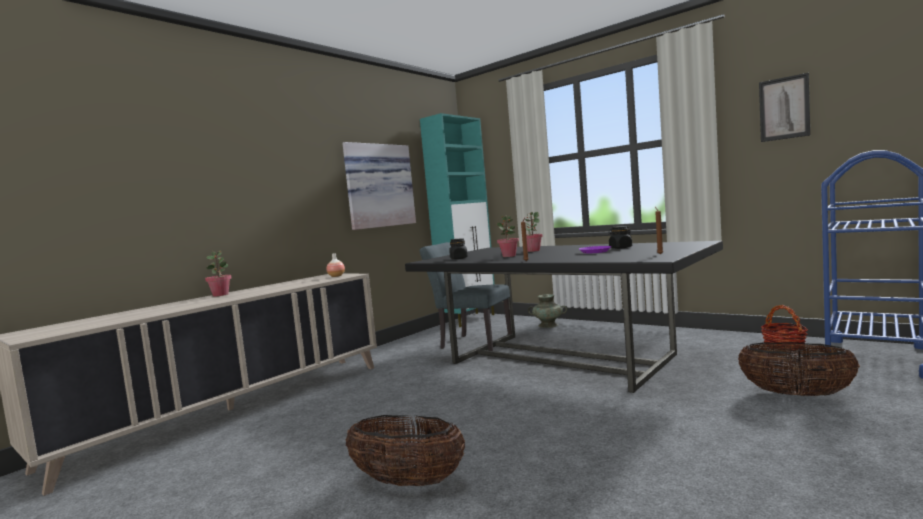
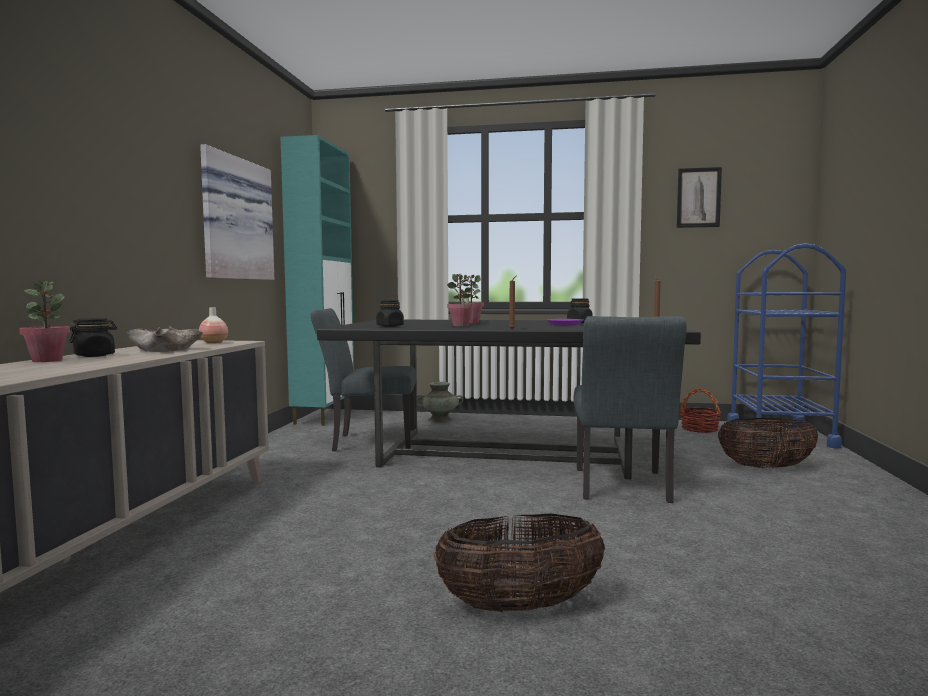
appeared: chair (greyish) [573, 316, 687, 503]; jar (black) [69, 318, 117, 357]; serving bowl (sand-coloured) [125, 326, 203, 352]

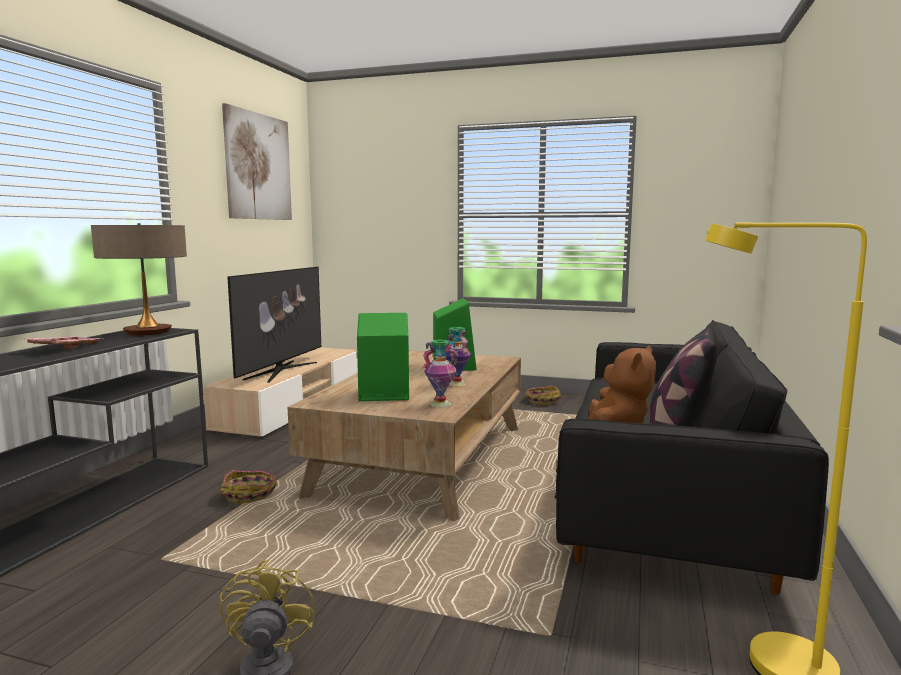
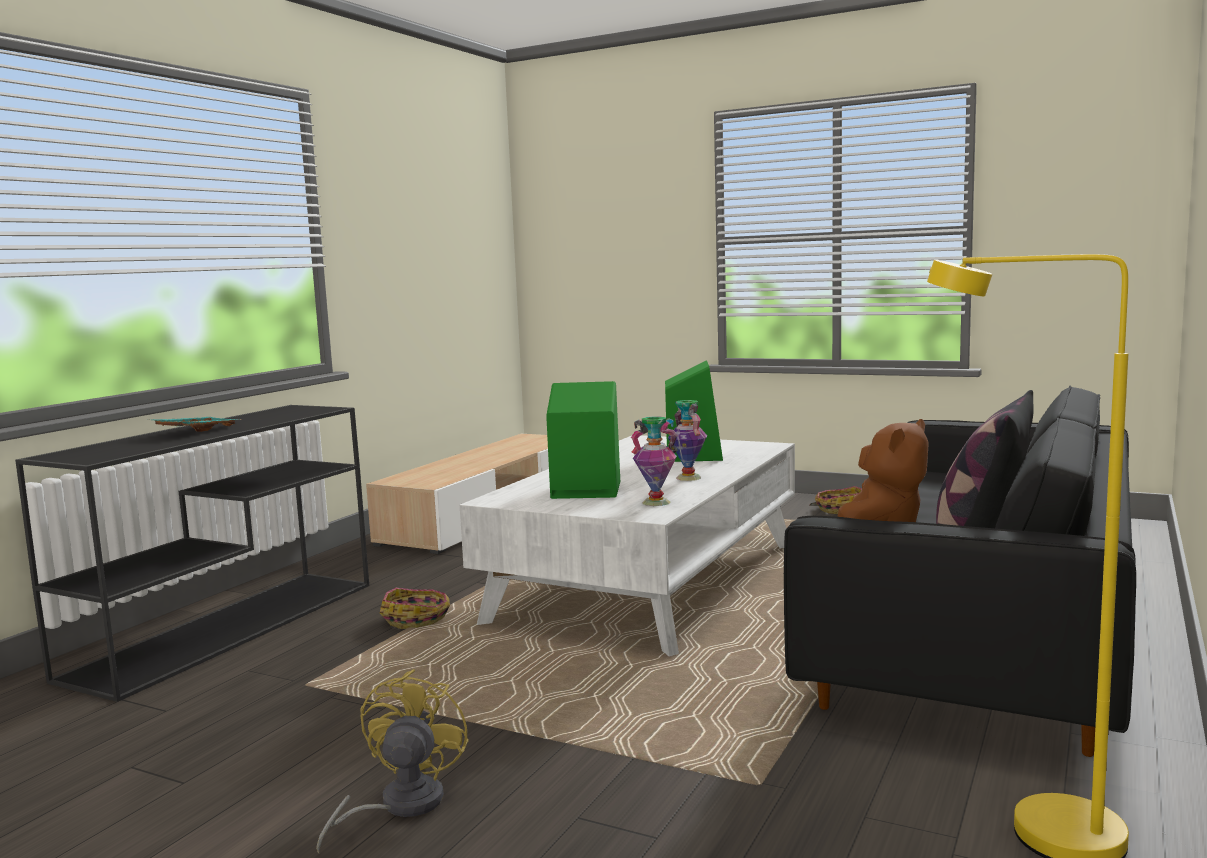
missing: wall art [222, 103, 292, 220]; table lamp [91, 223, 187, 335]; television [227, 267, 321, 382]
colour: carrying tray (pink) [25, 336, 102, 349] to carrying tray (blue-green) [148, 417, 242, 432]; lounge table (brown-coloured) [287, 350, 521, 521] to lounge table (whitish) [459, 435, 795, 657]

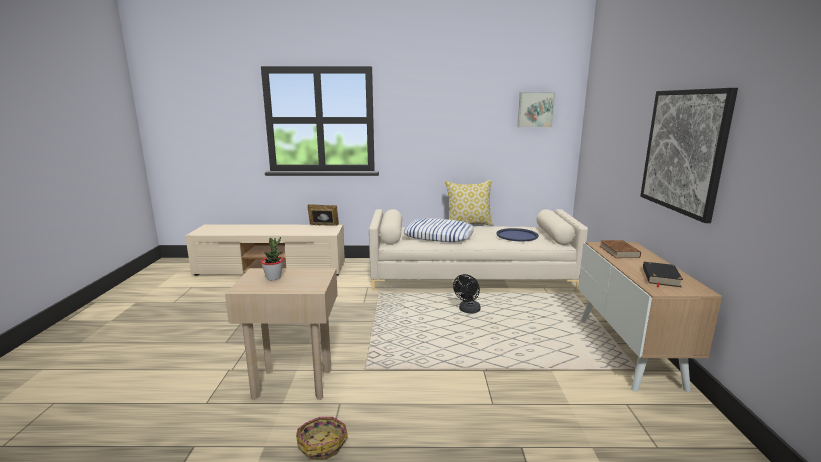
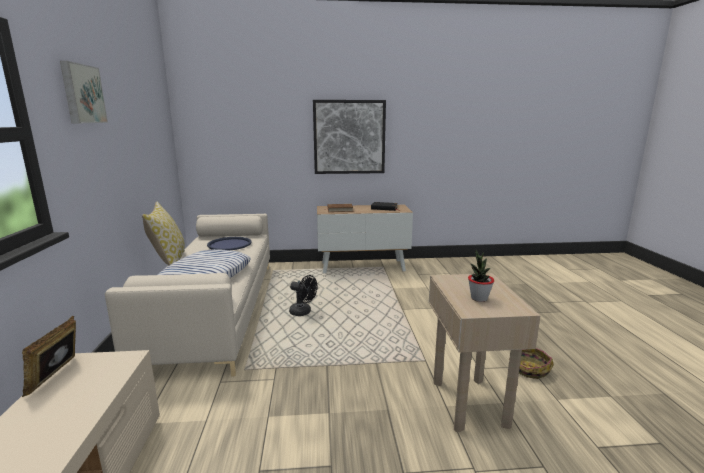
relocated: wall art [517, 92, 555, 127] to [60, 61, 108, 123]

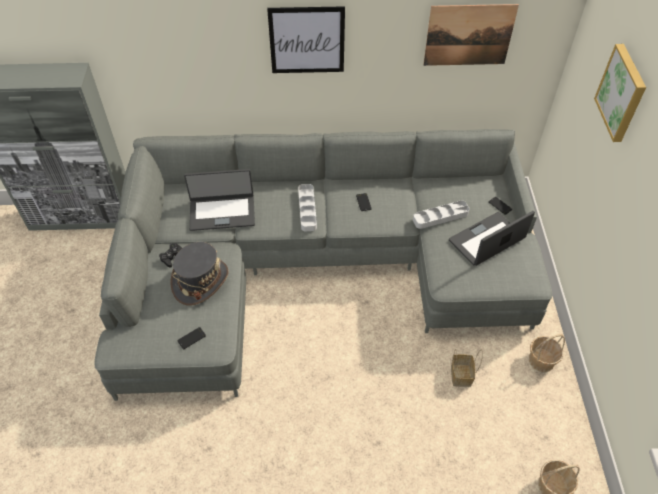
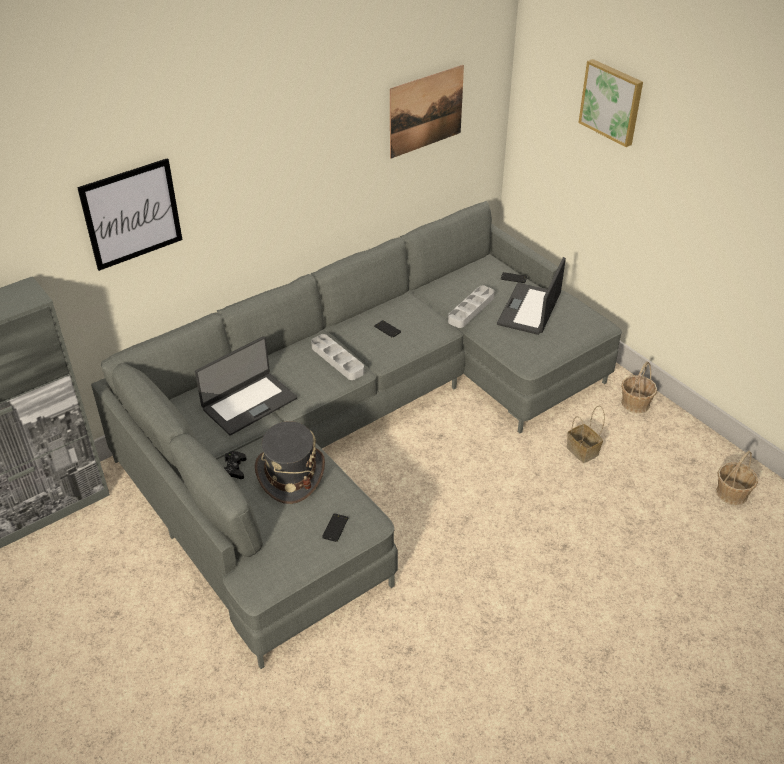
relocated: wall art [267, 6, 345, 73] to [77, 158, 182, 271]

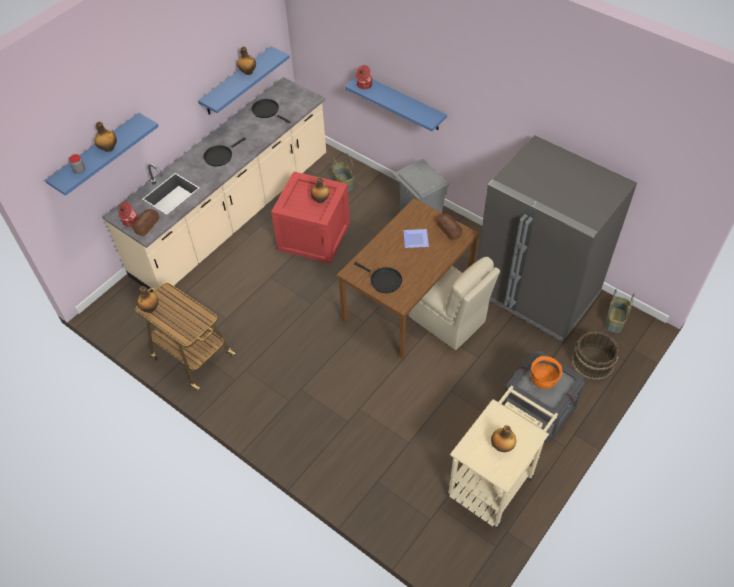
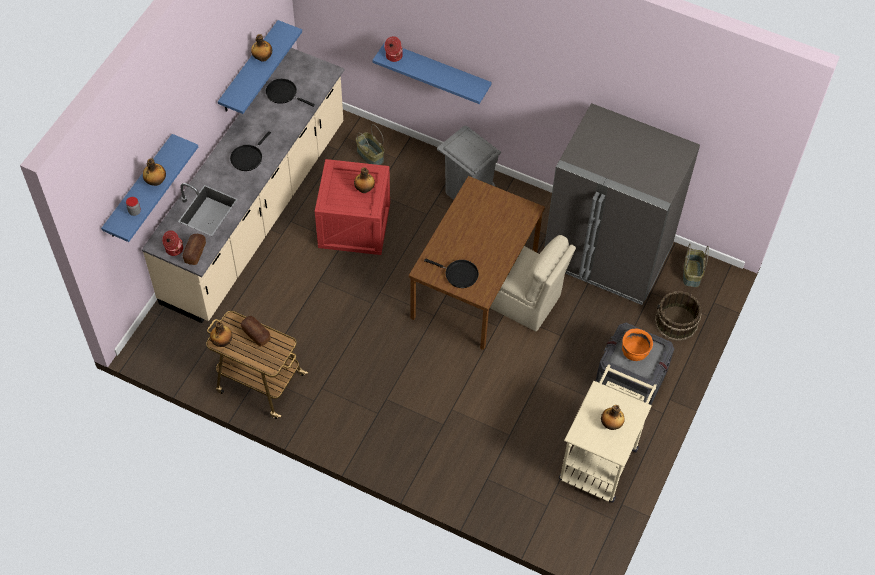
missing: plate [403, 229, 429, 248]
relocated: baked bread [437, 213, 462, 240] to [241, 316, 270, 346]

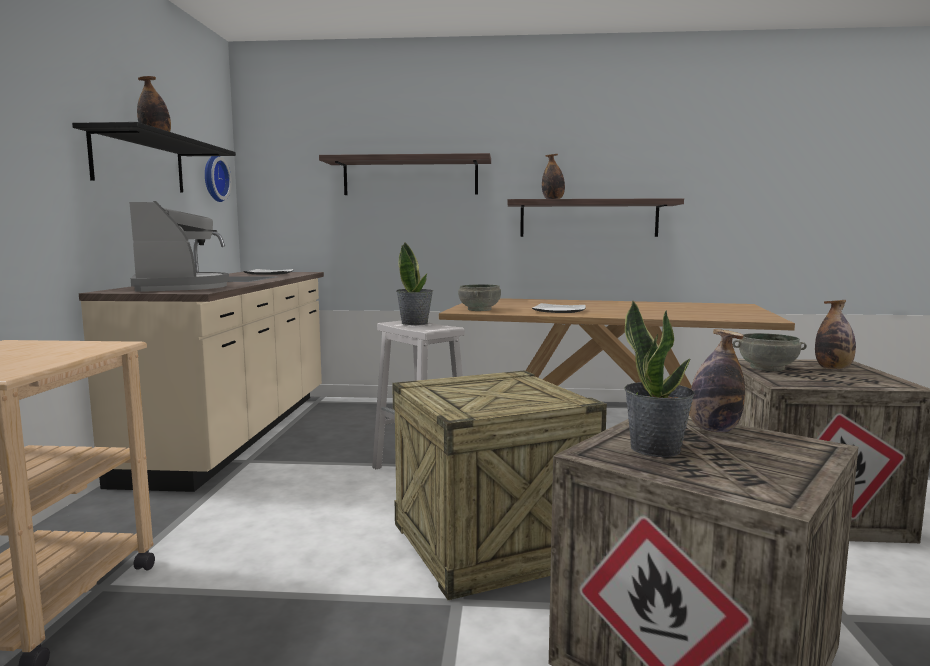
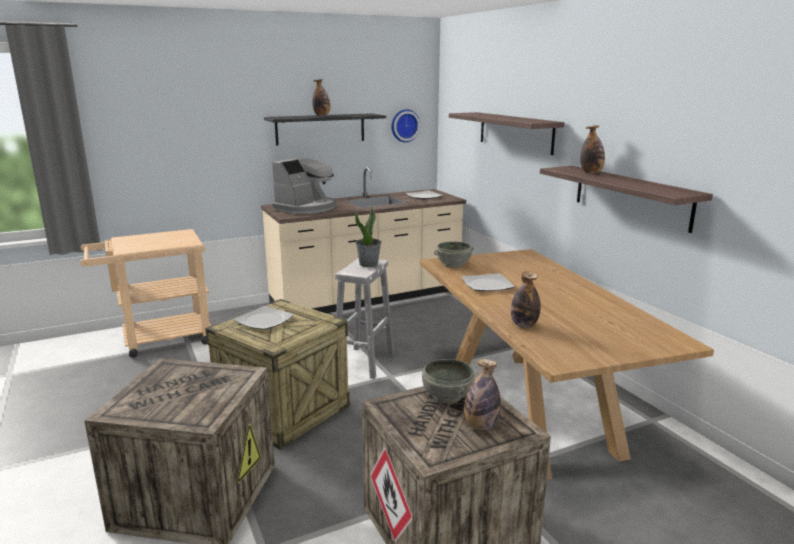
missing: houseplant [624, 300, 695, 457]
appeared: plate [234, 306, 294, 330]
relocated: drink bottle [689, 329, 745, 433] to [511, 271, 541, 328]

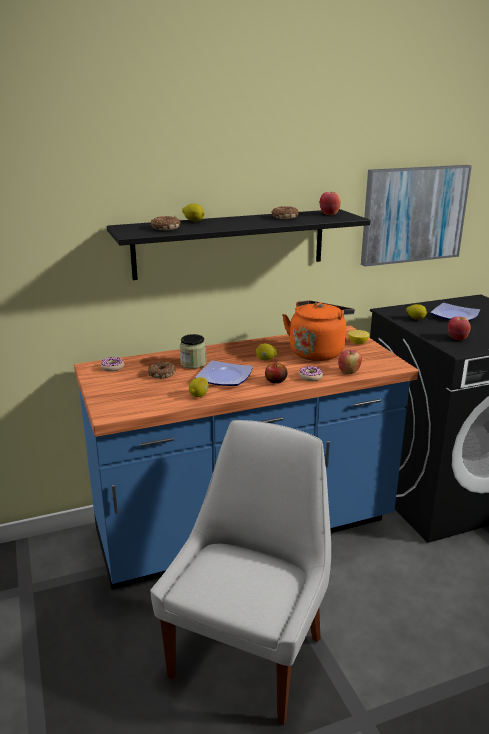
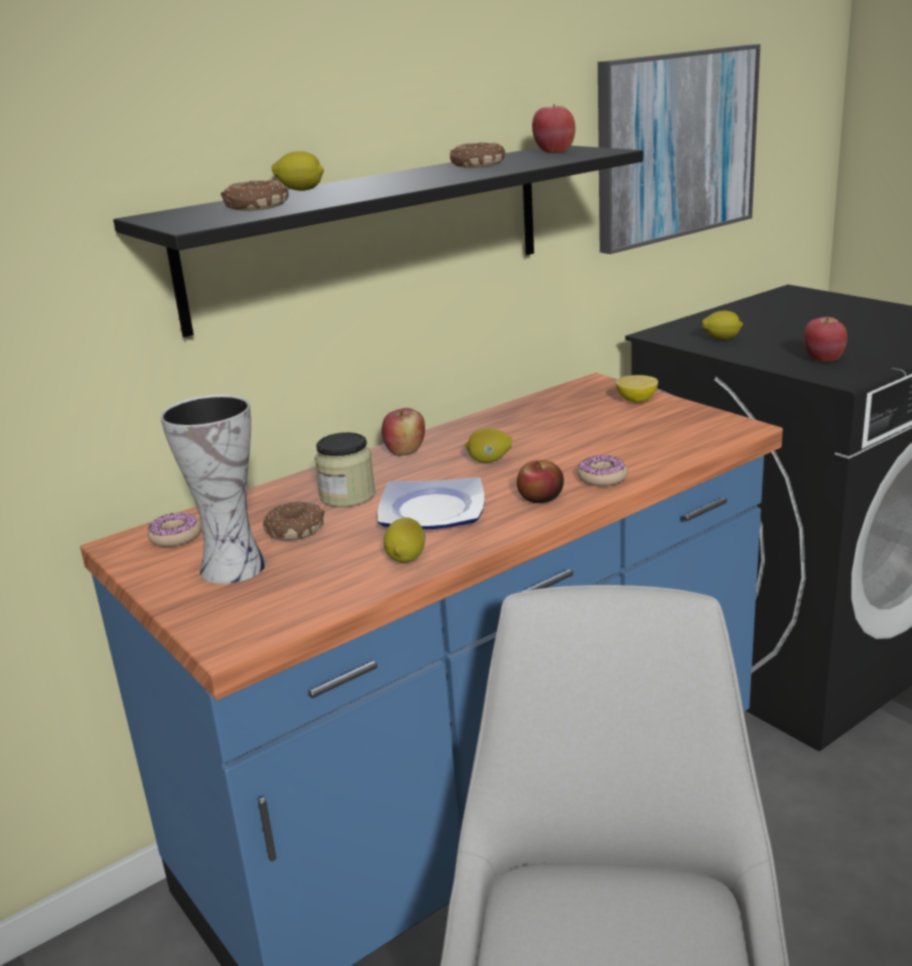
missing: tea kettle (orangey) [282, 300, 355, 361]; plate [430, 303, 480, 321]
appeared: decorative vase [160, 394, 266, 584]
relocated: whole apple [338, 350, 362, 374] to [382, 408, 425, 456]

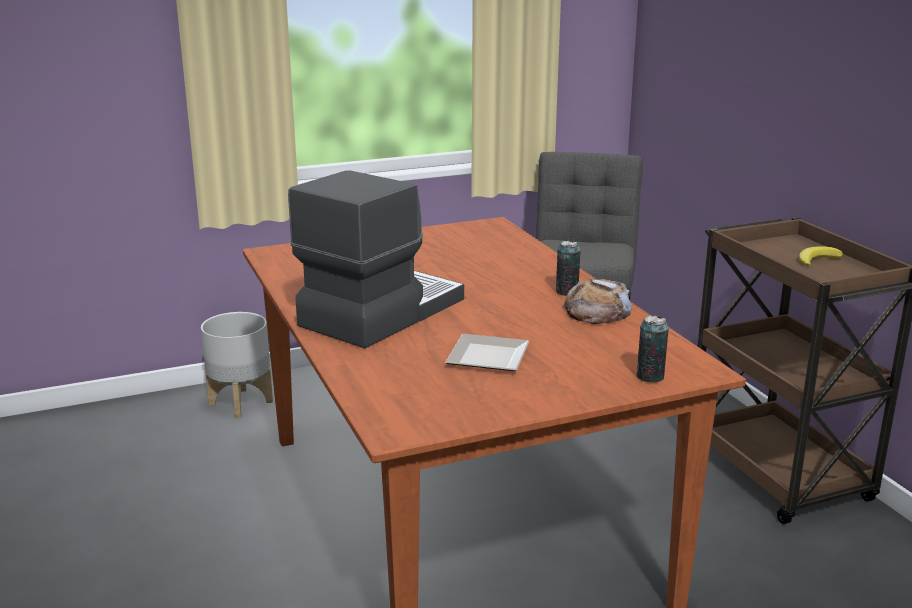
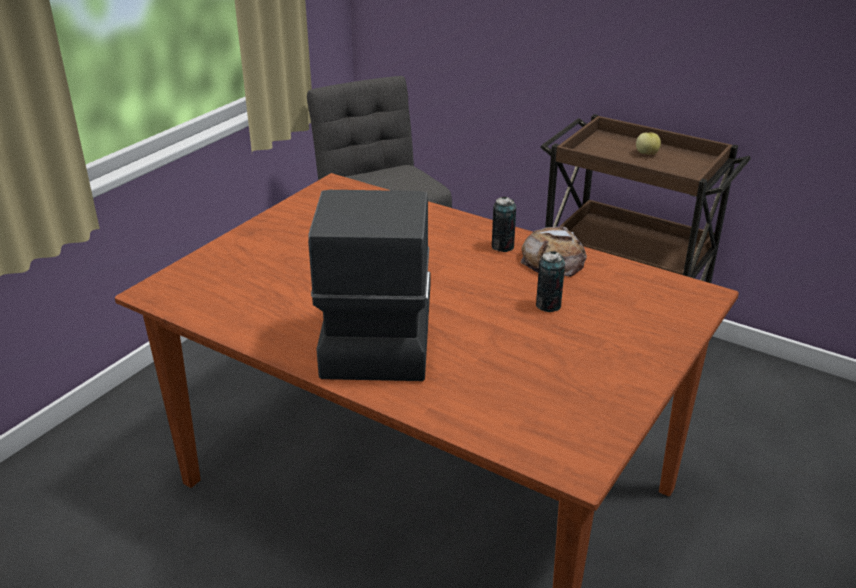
missing: flower pot (greyish) [201, 312, 273, 418]; plate [445, 334, 529, 371]
relocated: metal can [636, 316, 669, 382] to [536, 251, 565, 312]
exchanged: banana [799, 246, 843, 267] to whole apple [636, 132, 661, 155]

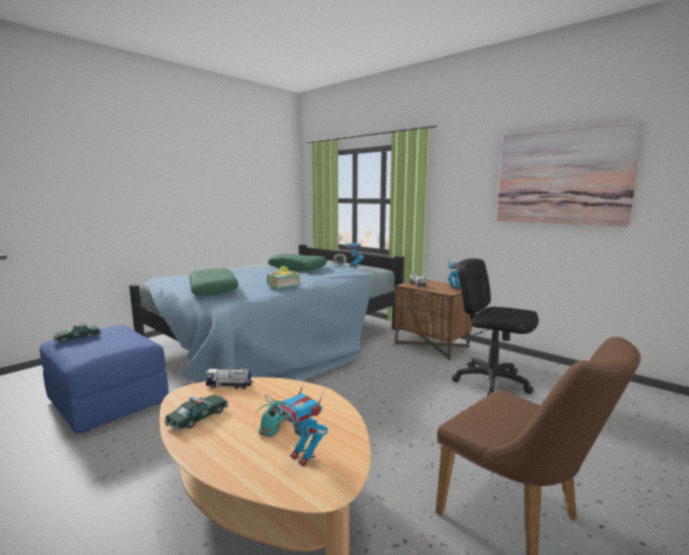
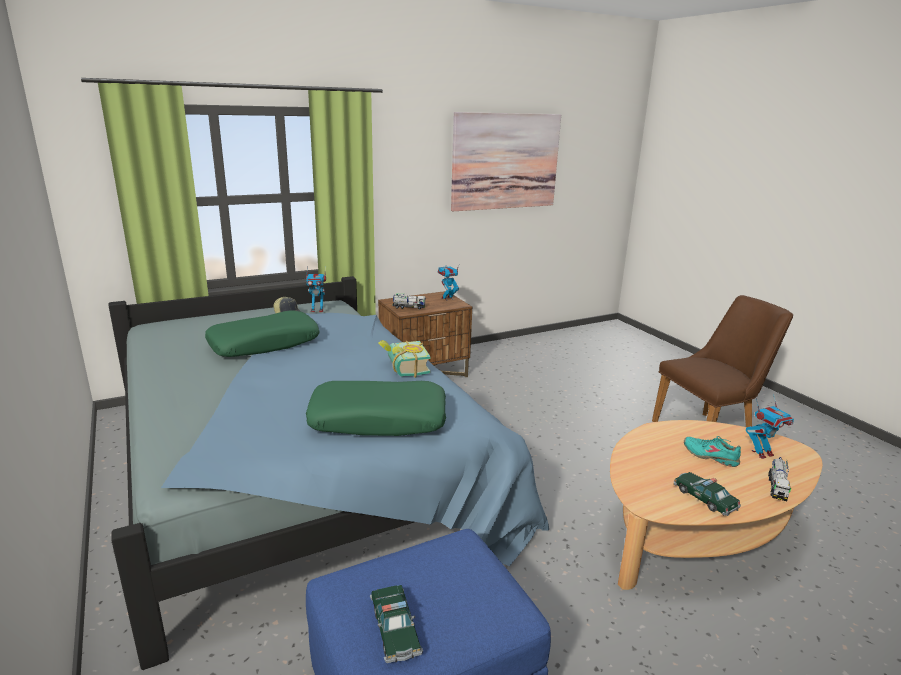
missing: computer chair (black) [451, 258, 539, 396]
relocated: toy truck [206, 367, 253, 389] to [768, 457, 791, 501]

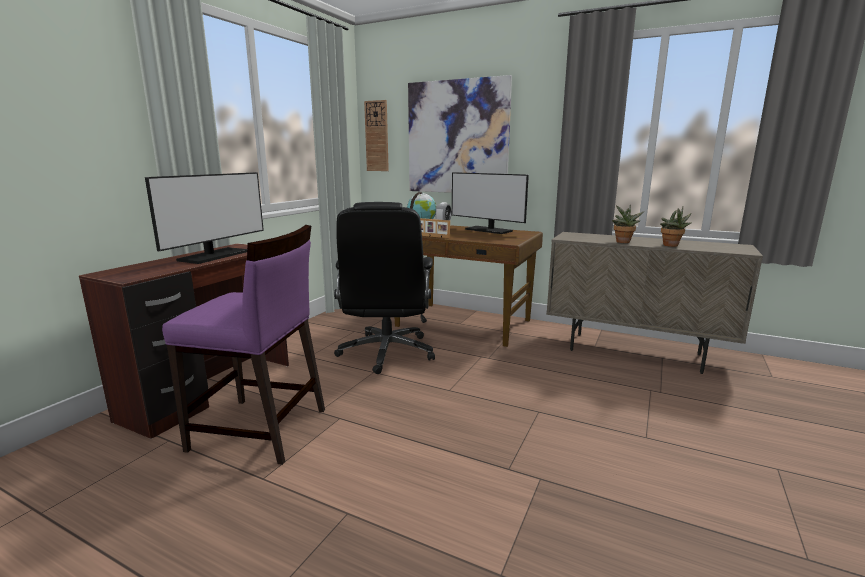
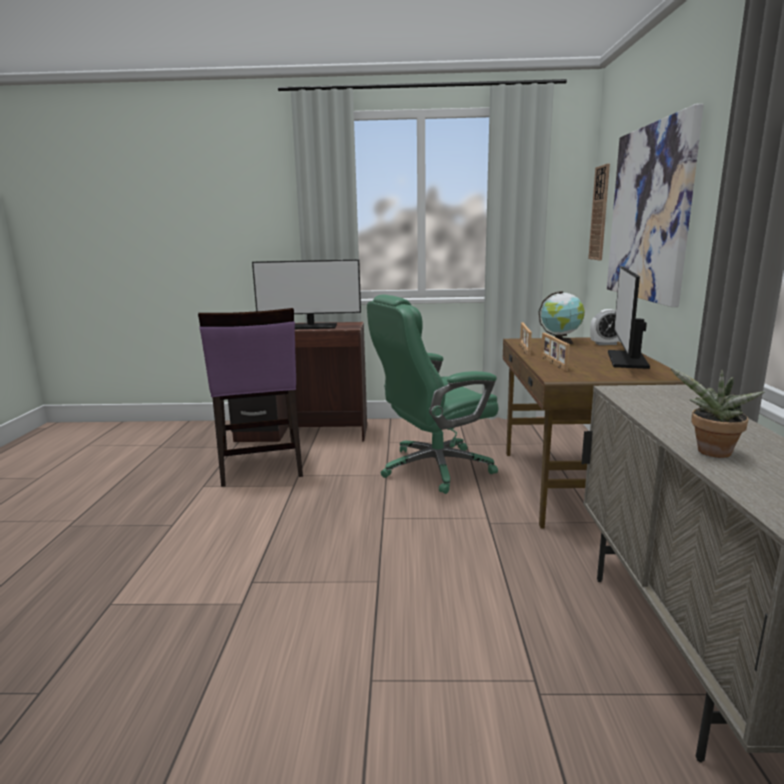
missing: houseplant [612, 205, 644, 243]
appeared: picture frame [541, 333, 570, 371]
colour: computer chair (black) [334, 202, 435, 374] to computer chair (green) [367, 295, 499, 494]

